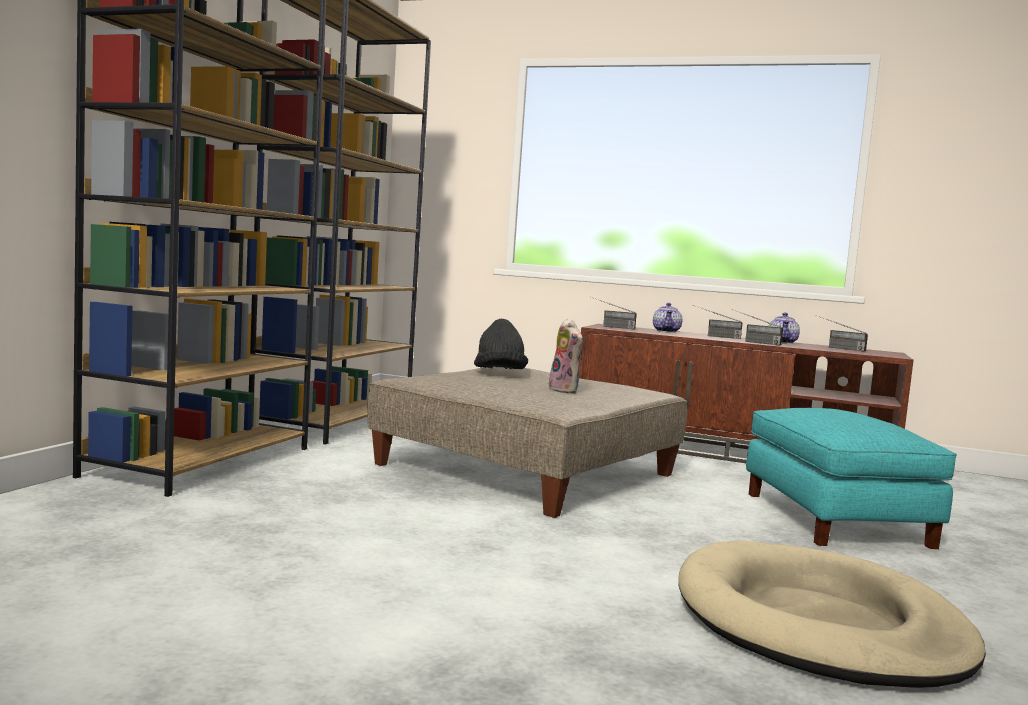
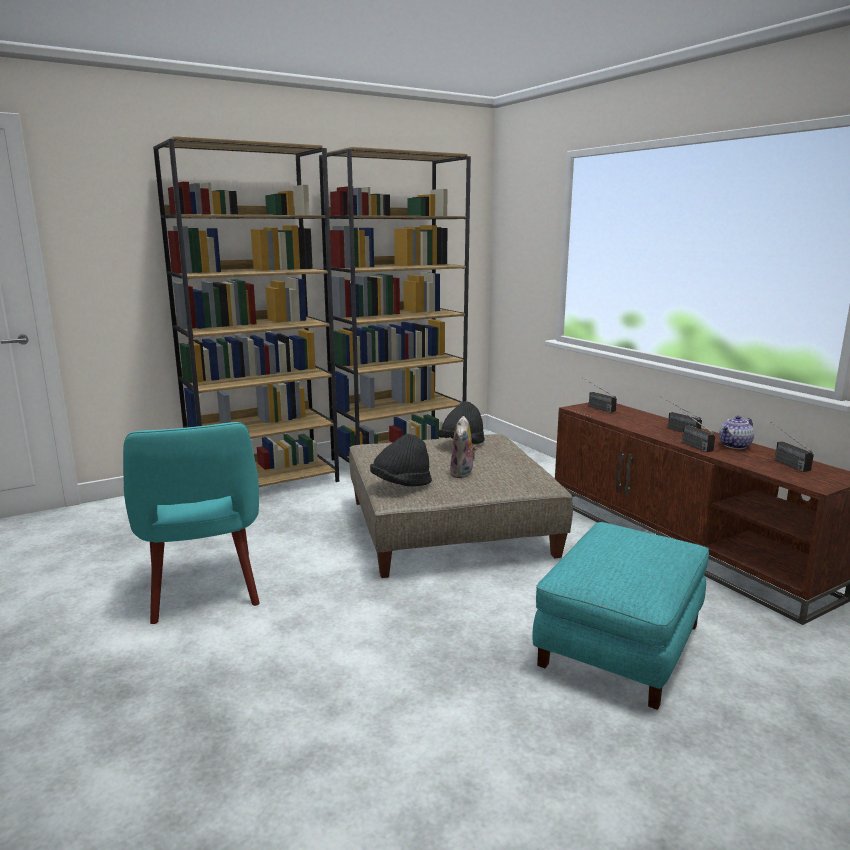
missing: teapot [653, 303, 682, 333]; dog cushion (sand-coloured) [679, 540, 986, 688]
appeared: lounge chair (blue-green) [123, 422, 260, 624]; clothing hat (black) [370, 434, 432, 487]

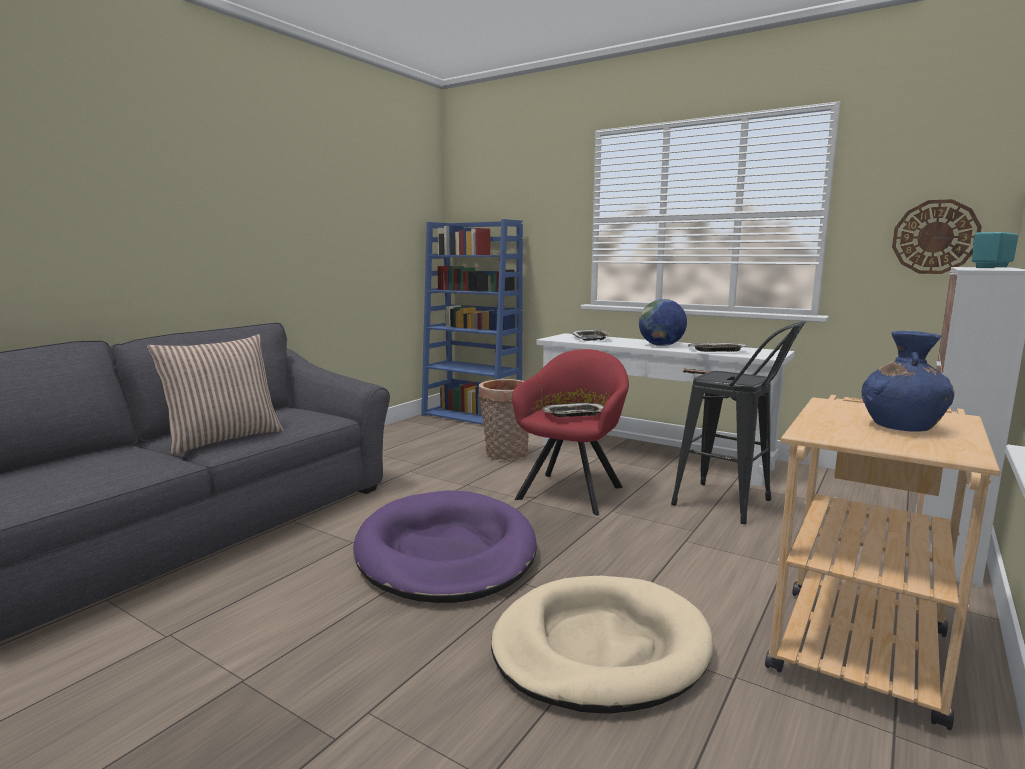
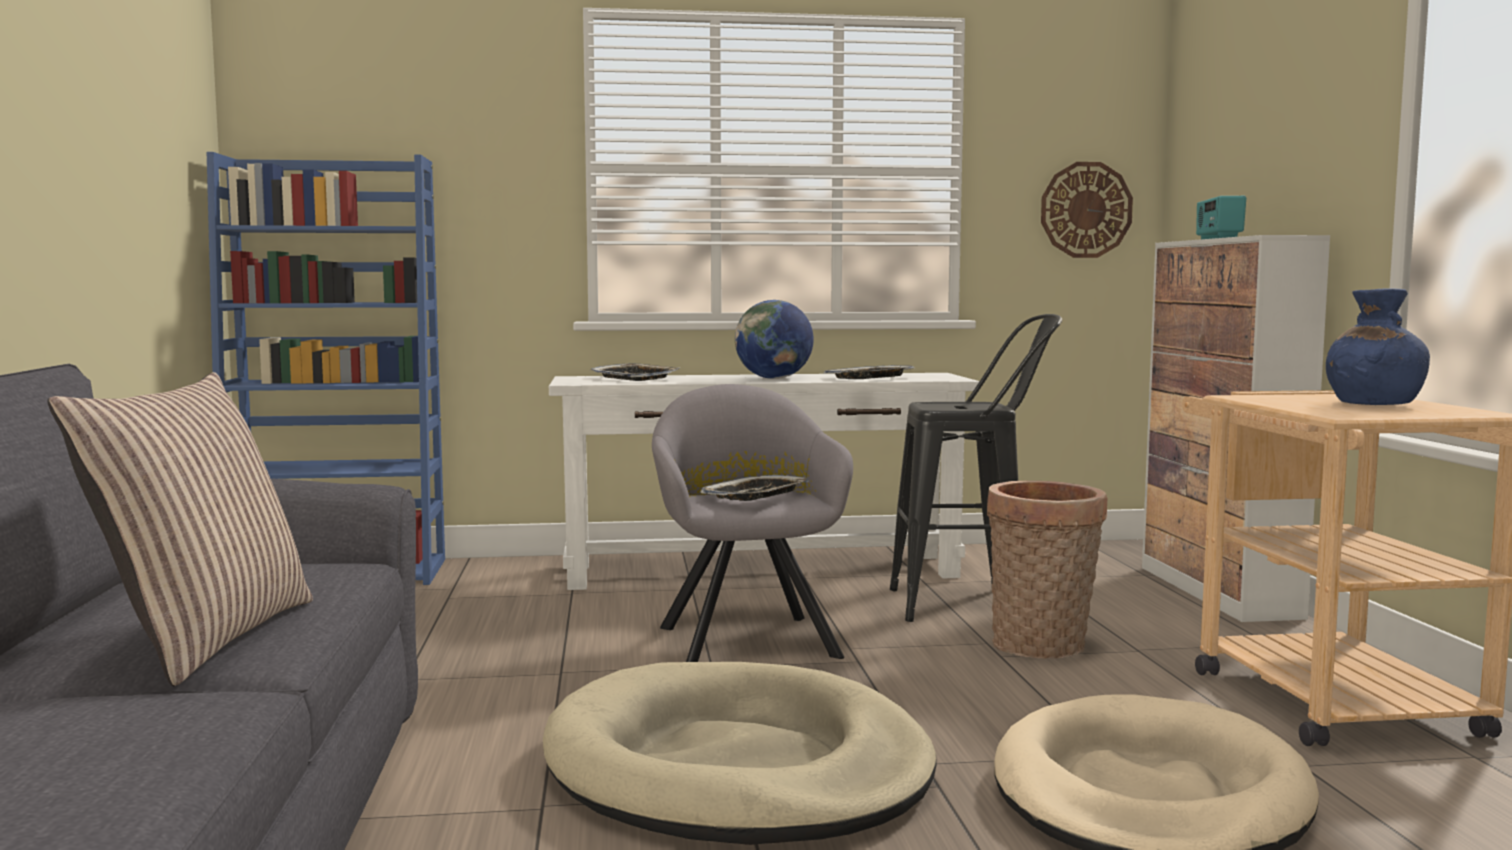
relocated: storage basket [479, 379, 529, 461] to [987, 481, 1107, 658]
colour: lounge chair (red-coloured) [512, 349, 629, 515] to lounge chair (greyish) [652, 384, 853, 662]; dog cushion (purplish) [353, 490, 537, 603] to dog cushion (sand-coloured) [543, 662, 937, 845]

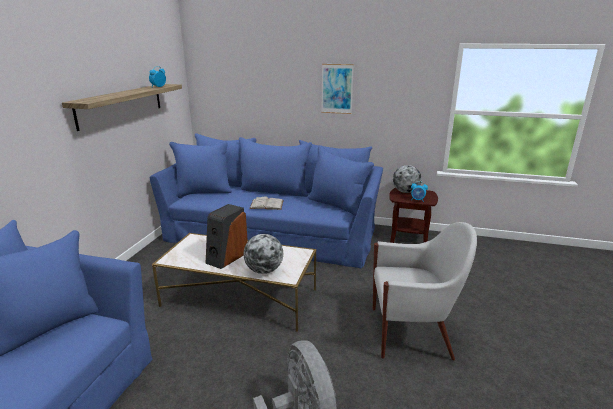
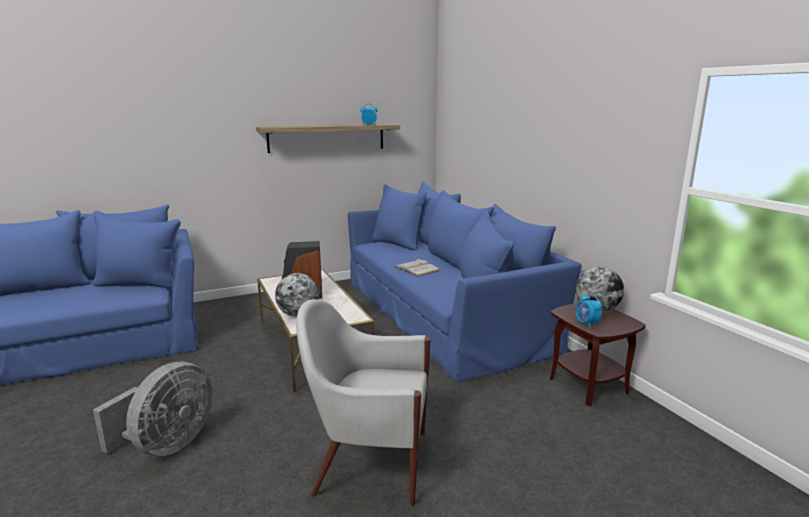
missing: wall art [321, 64, 354, 114]
spun: lounge chair (whitish) [373, 222, 477, 360] = [296, 299, 431, 506] 135 degrees clockwise

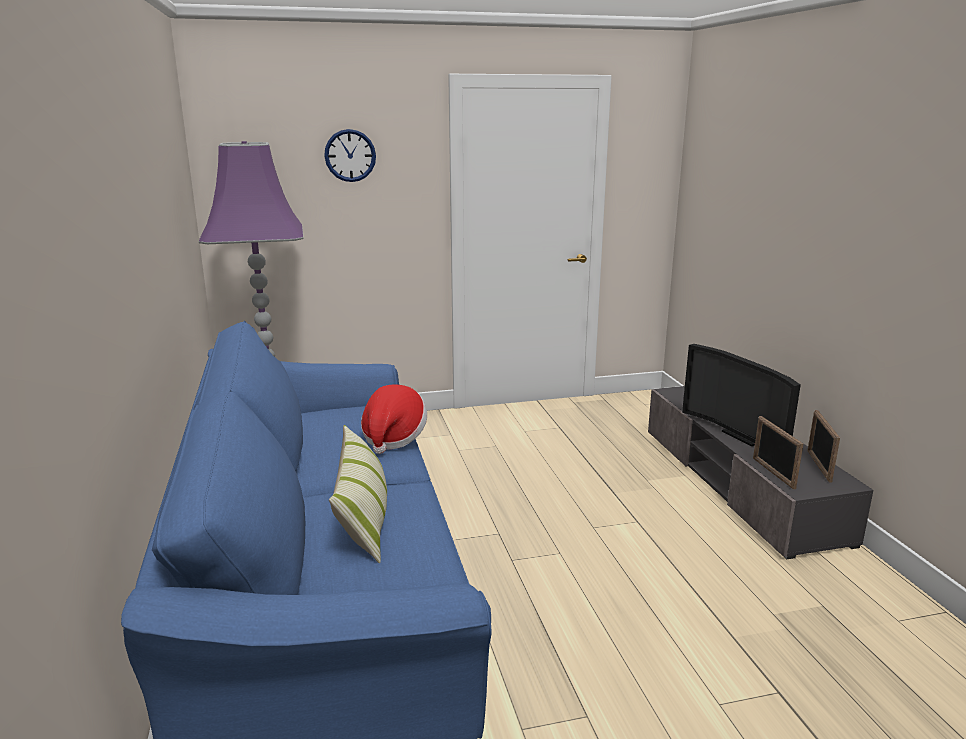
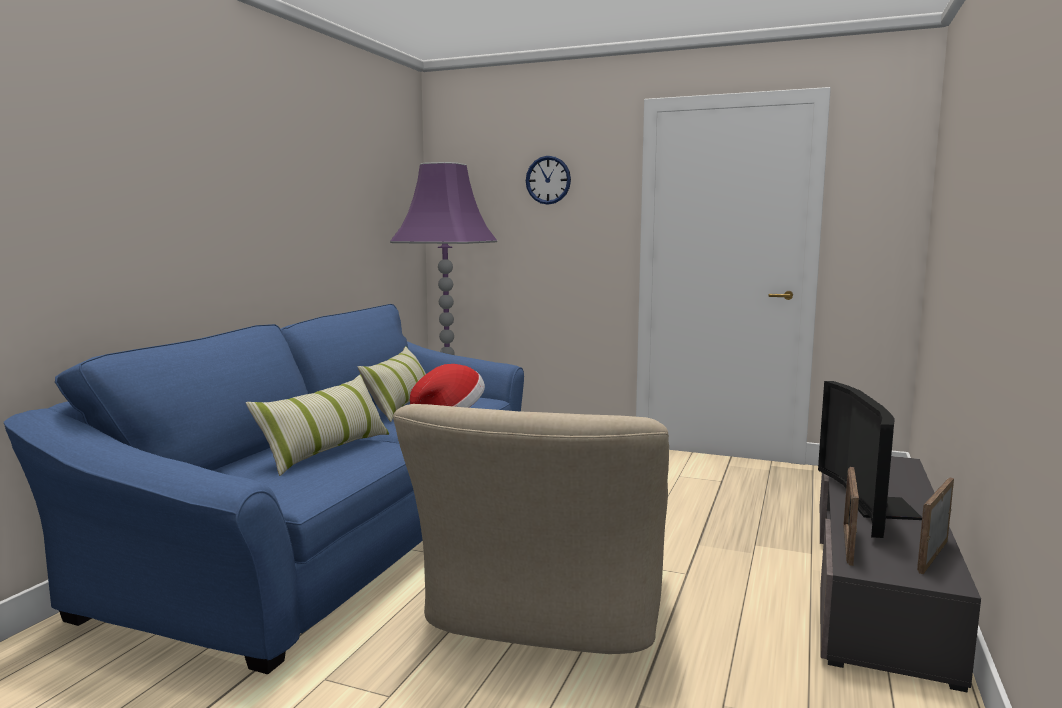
appeared: throw pillow [358, 346, 426, 422]; lounge chair (sand-coloured) [393, 404, 669, 654]

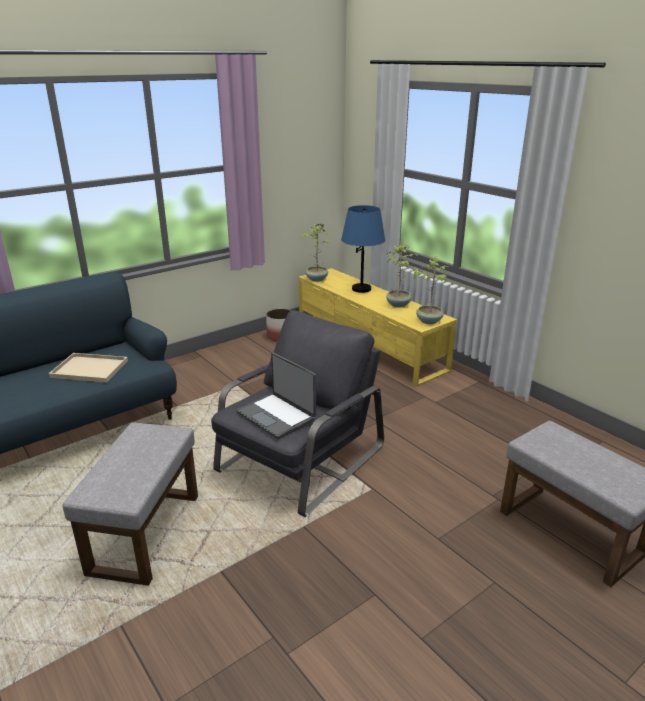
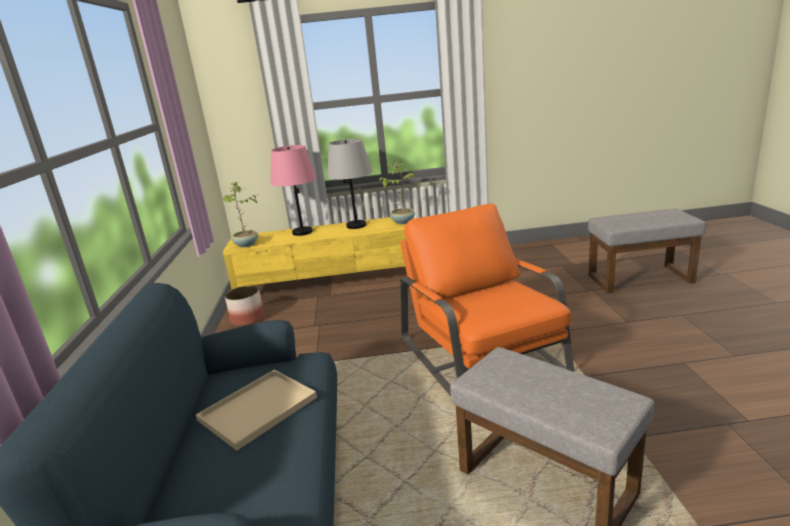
missing: notebook computer [237, 352, 316, 439]
exchanged: houseplant [386, 243, 420, 308] to table lamp (greyish) [327, 139, 373, 229]
colour: table lamp (bluish) [341, 205, 385, 293] to table lamp (pink) [270, 145, 317, 236]; lounge chair (greyish) [211, 310, 384, 517] to lounge chair (orangey) [400, 203, 574, 396]

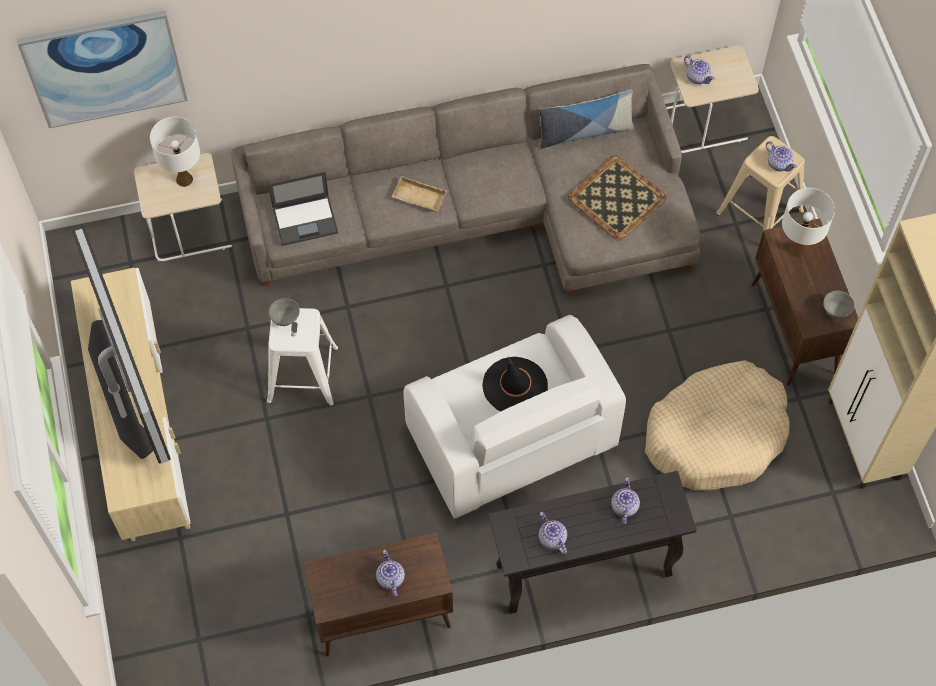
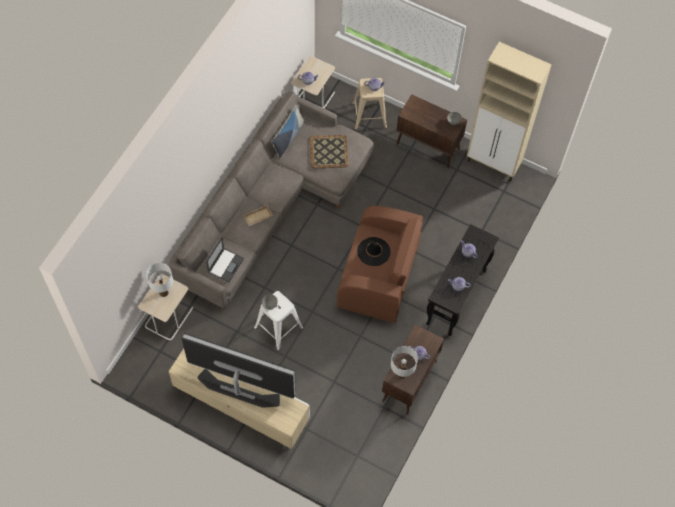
missing: wall art [17, 10, 188, 128]; dog cushion (sand-coloured) [645, 360, 790, 491]
relocated: table lamp (whitish) [782, 188, 835, 258] to [391, 346, 418, 379]
colour: lounge chair (whitish) [403, 315, 626, 519] to lounge chair (brown-coloured) [337, 206, 423, 323]

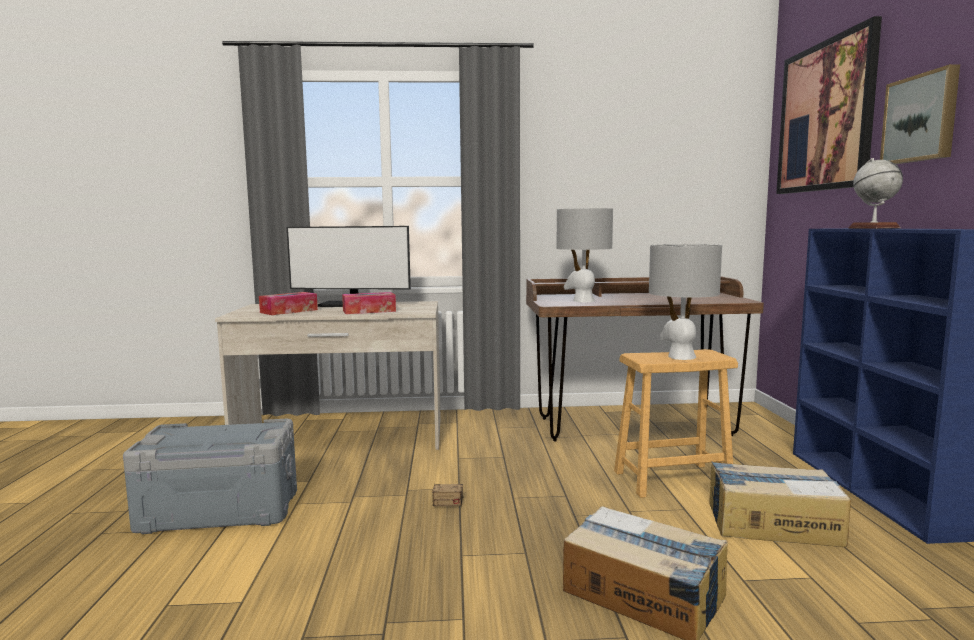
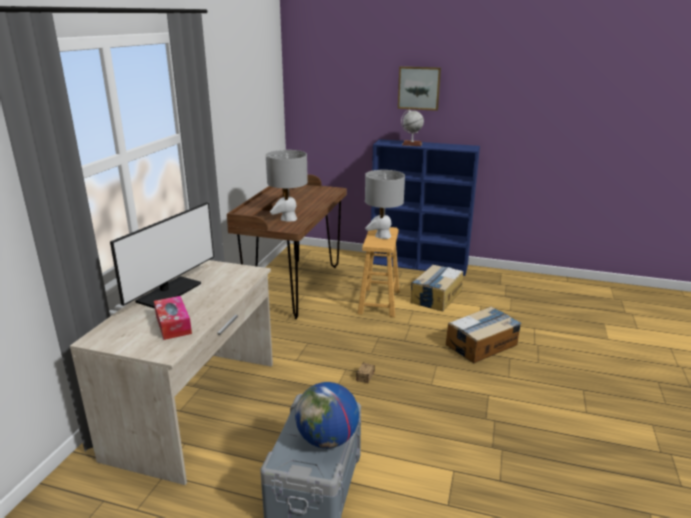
missing: wall art [776, 16, 882, 194]; tissue holder [342, 292, 396, 314]
appeared: globe [295, 382, 359, 448]

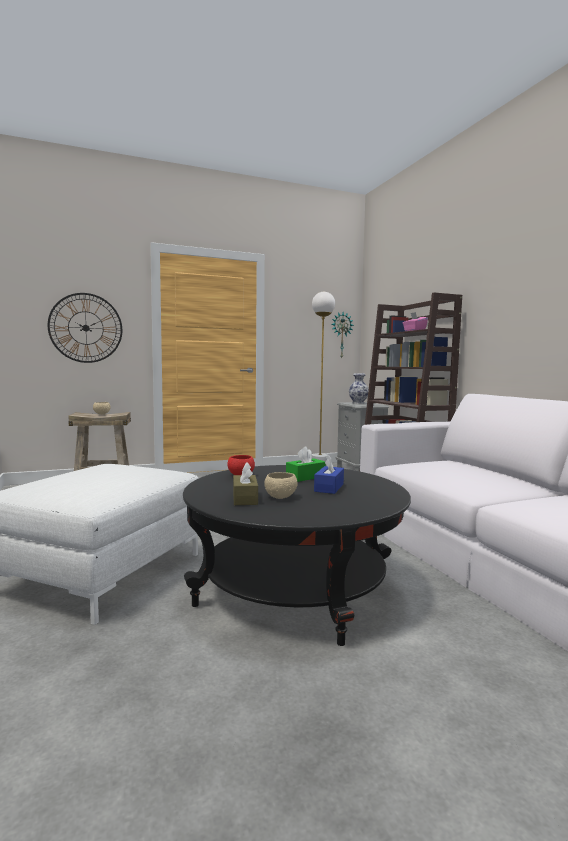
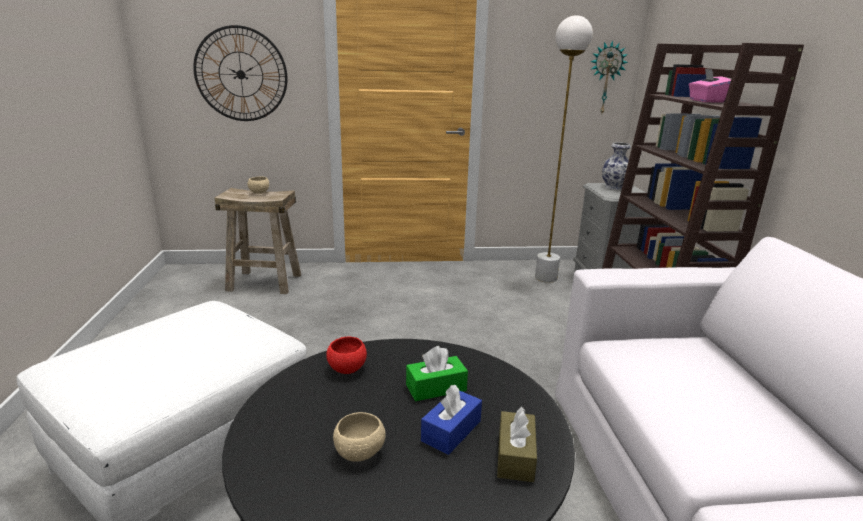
relocated: tissue holder (brown-coloured) [233, 462, 258, 505] to [497, 407, 537, 482]

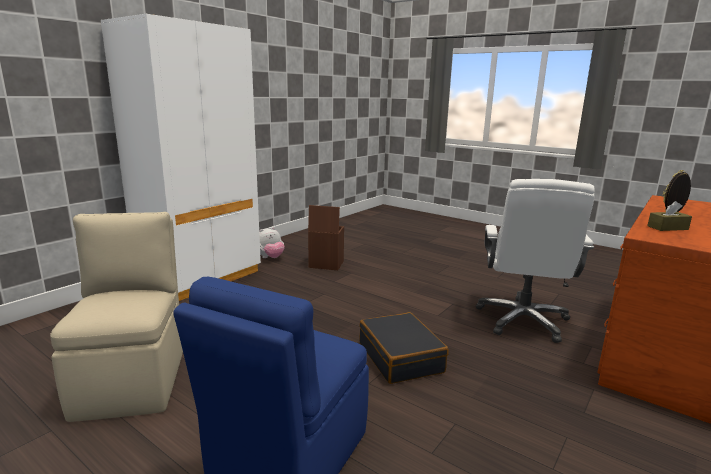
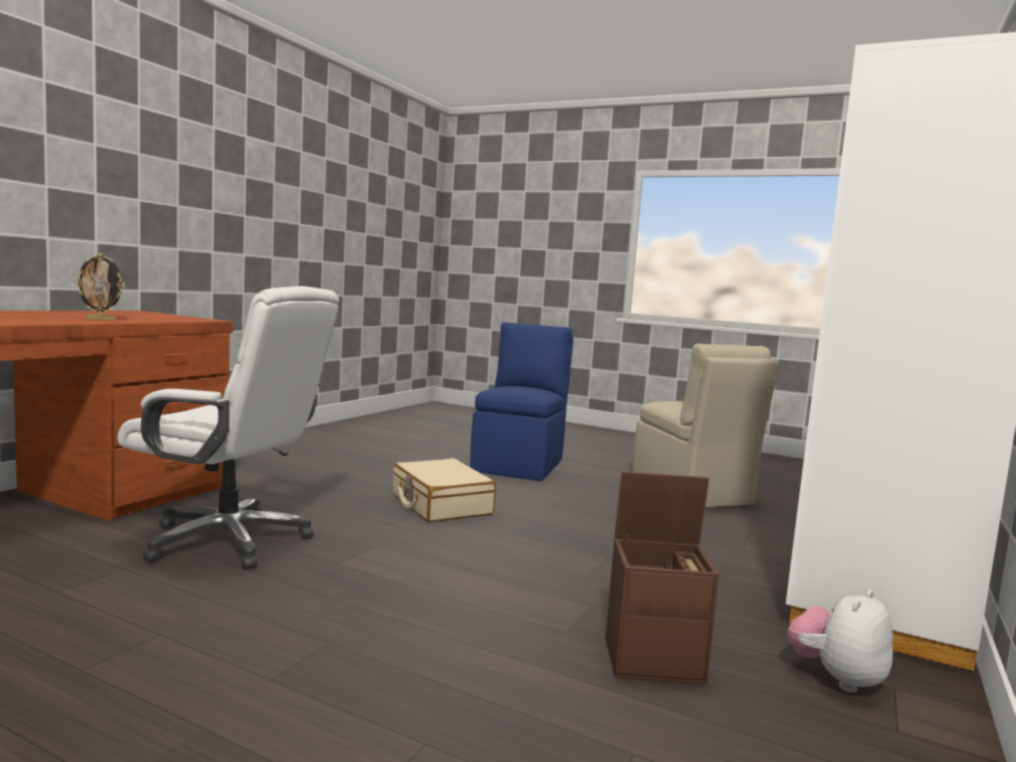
missing: tissue holder (brown-coloured) [647, 201, 692, 231]
colour: suitcase (black) [359, 312, 449, 384] to suitcase (sand-coloured) [393, 458, 496, 522]
spun: computer chair (whitish) [476, 179, 595, 343] = [118, 286, 339, 569] 105 degrees clockwise

